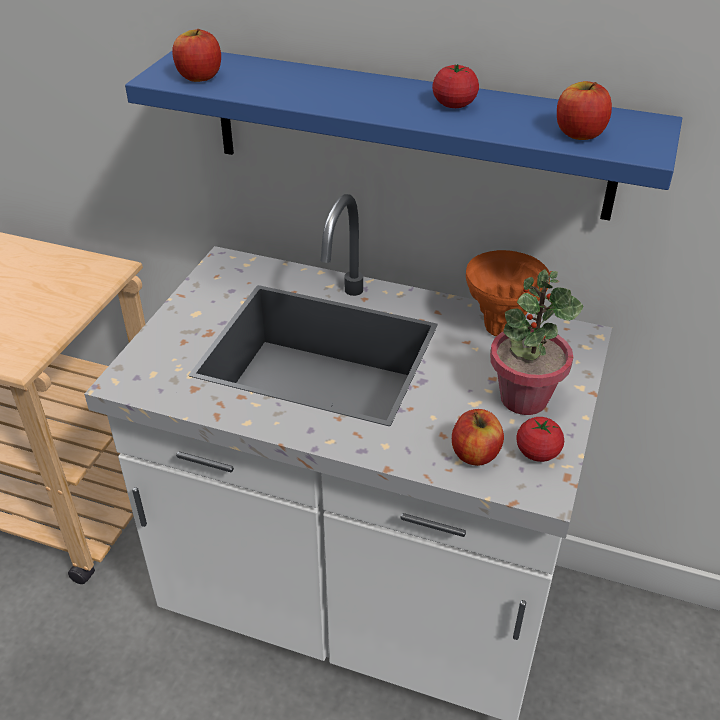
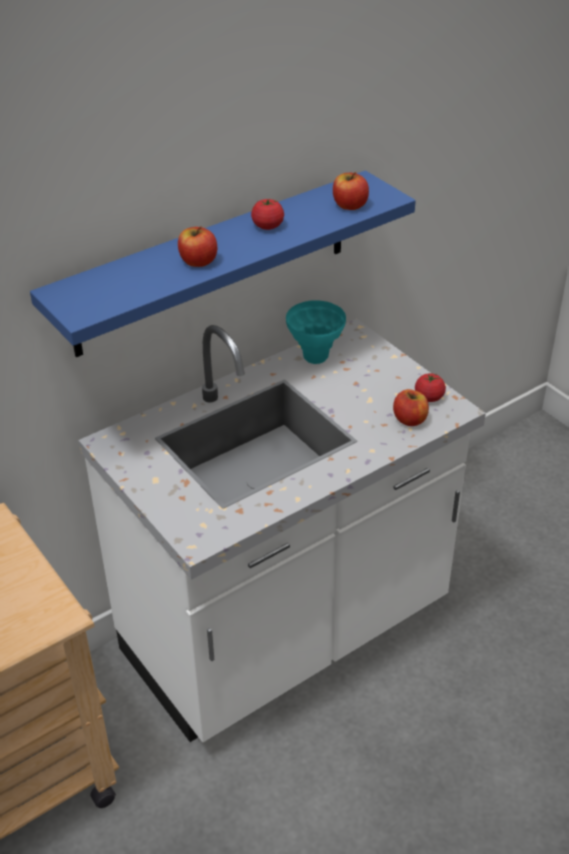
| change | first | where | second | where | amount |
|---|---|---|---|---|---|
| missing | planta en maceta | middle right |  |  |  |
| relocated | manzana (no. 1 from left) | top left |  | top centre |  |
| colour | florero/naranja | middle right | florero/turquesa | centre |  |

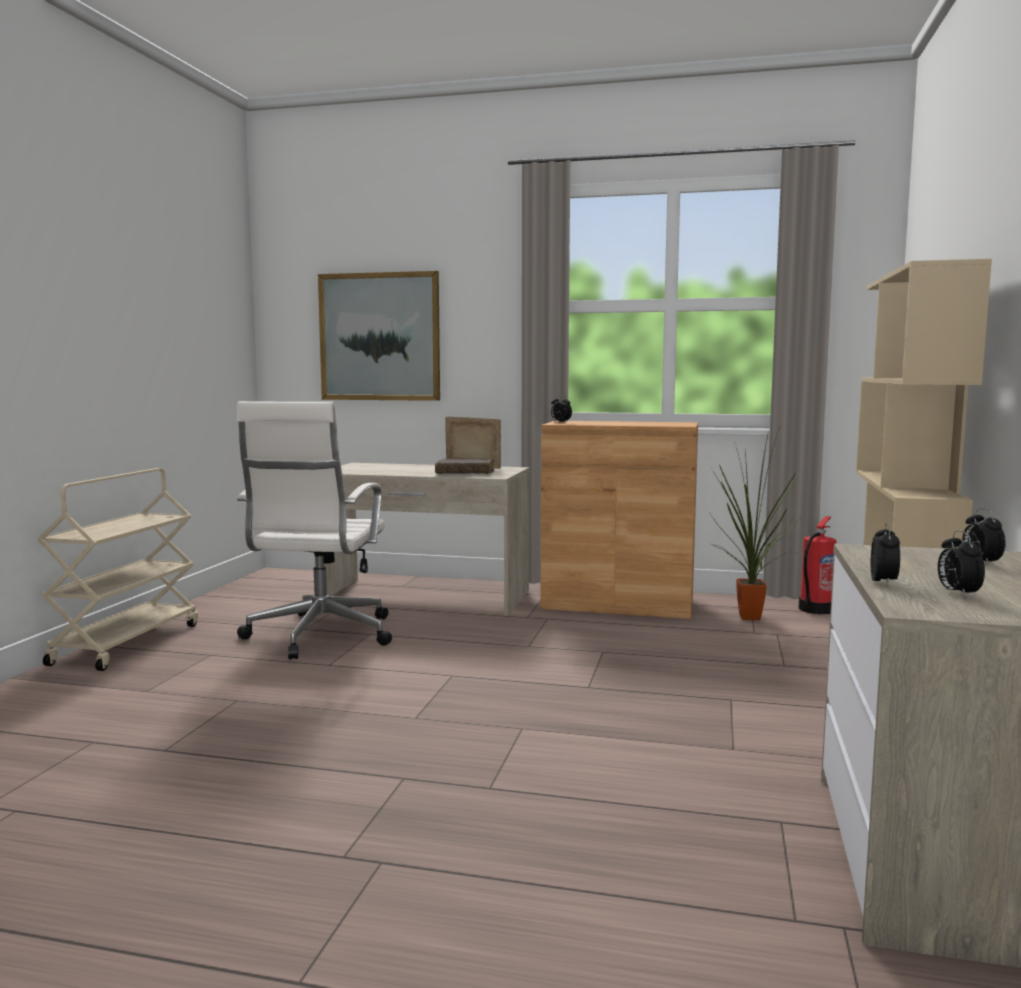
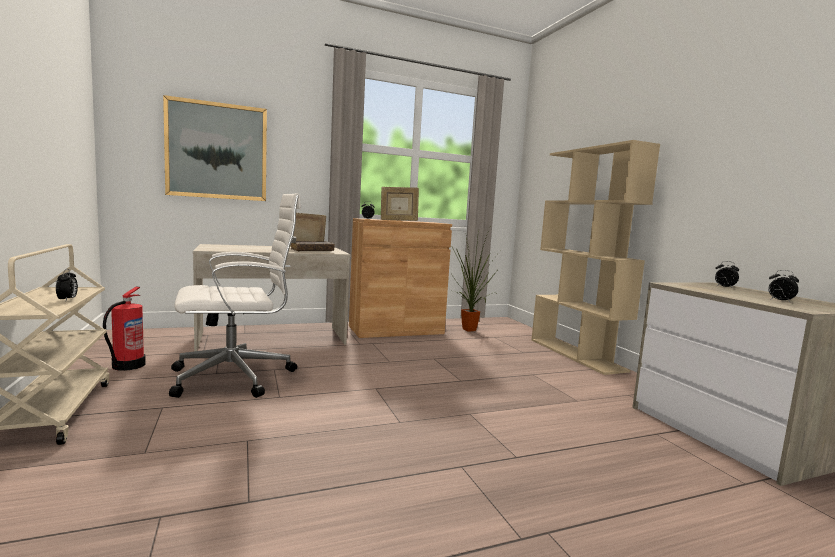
| change | first | where | second | where | amount |
|---|---|---|---|---|---|
| appeared |  |  | portarretratos (no. 2 from left) | centre |  |
| relocated | extintor | middle right |  | middle left |  |
| relocated | despertador (no. 2 from left in the first image) | middle right | despertador (no. 1 from left) | middle left |  |
| spun | silla de oficina/blanco | middle left |  | middle left | 90 degrees counterclockwise |

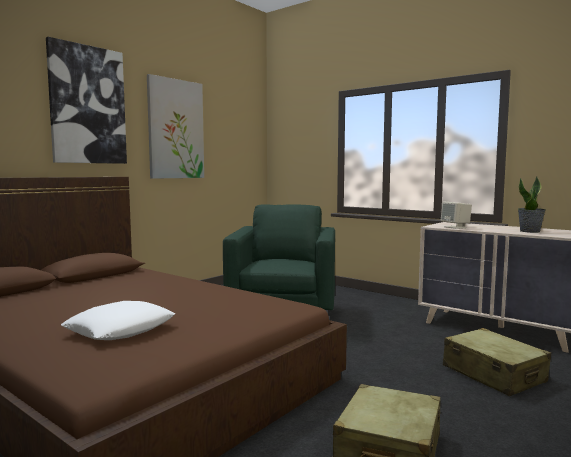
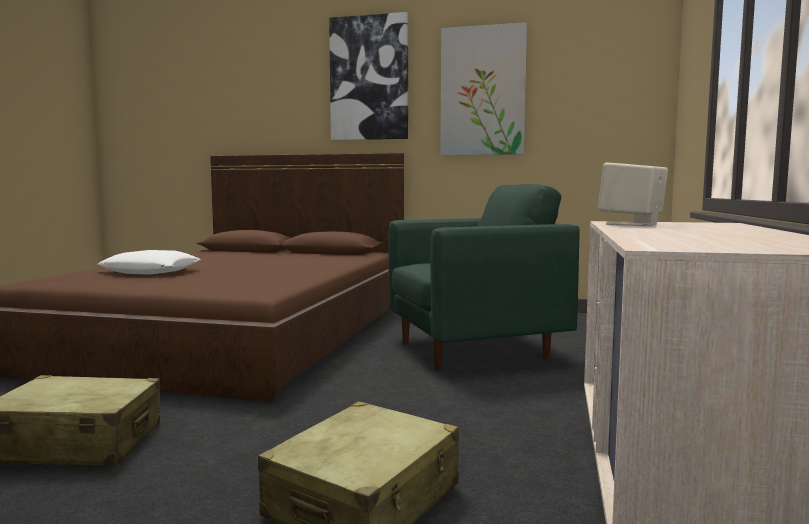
| change | first | where | second | where | amount |
|---|---|---|---|---|---|
| missing | planta en maceta | middle right |  |  |  |

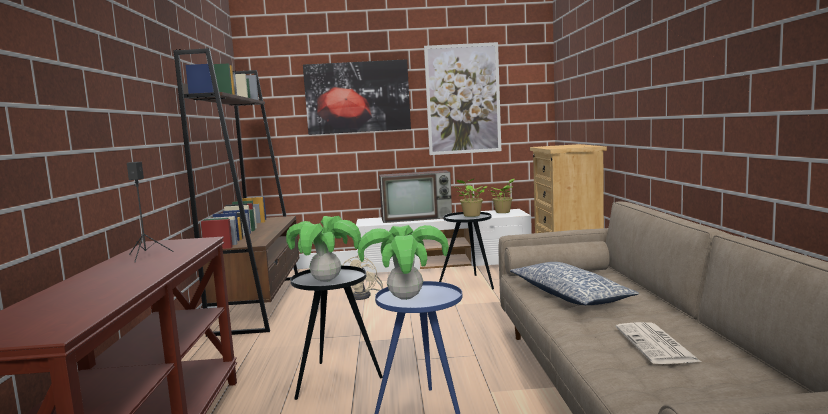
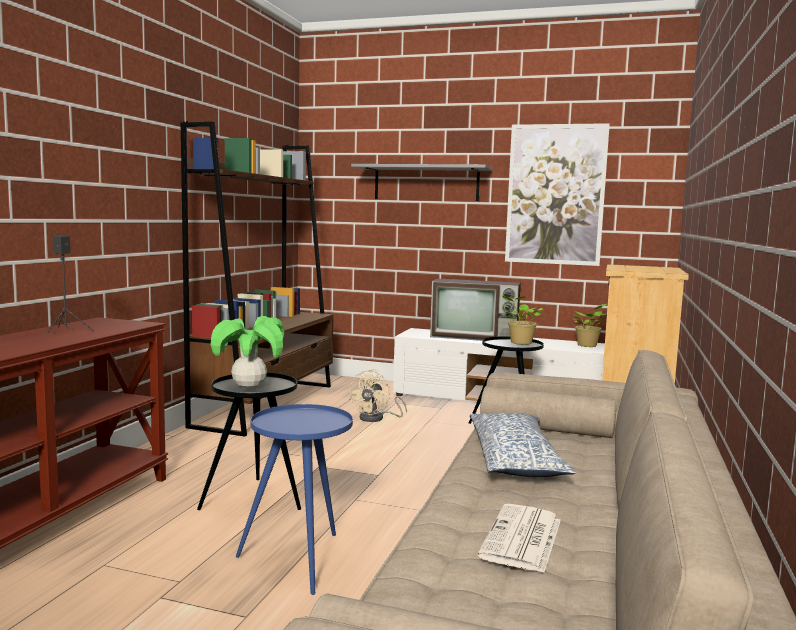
| change | first | where | second | where | amount |
|---|---|---|---|---|---|
| missing | planta en maceta (no. 2 from left) | centre |  |  |  |
| exchanged | cuadro (no. 1 from left) | top centre | estante/gris | top centre |  |

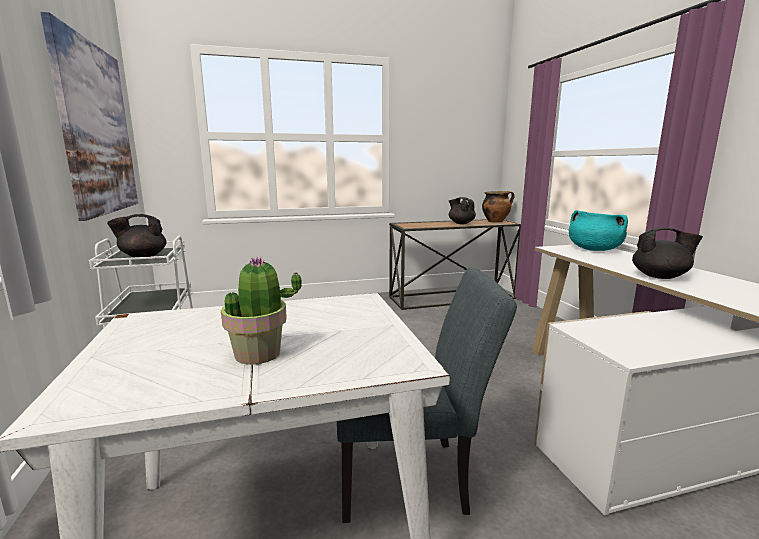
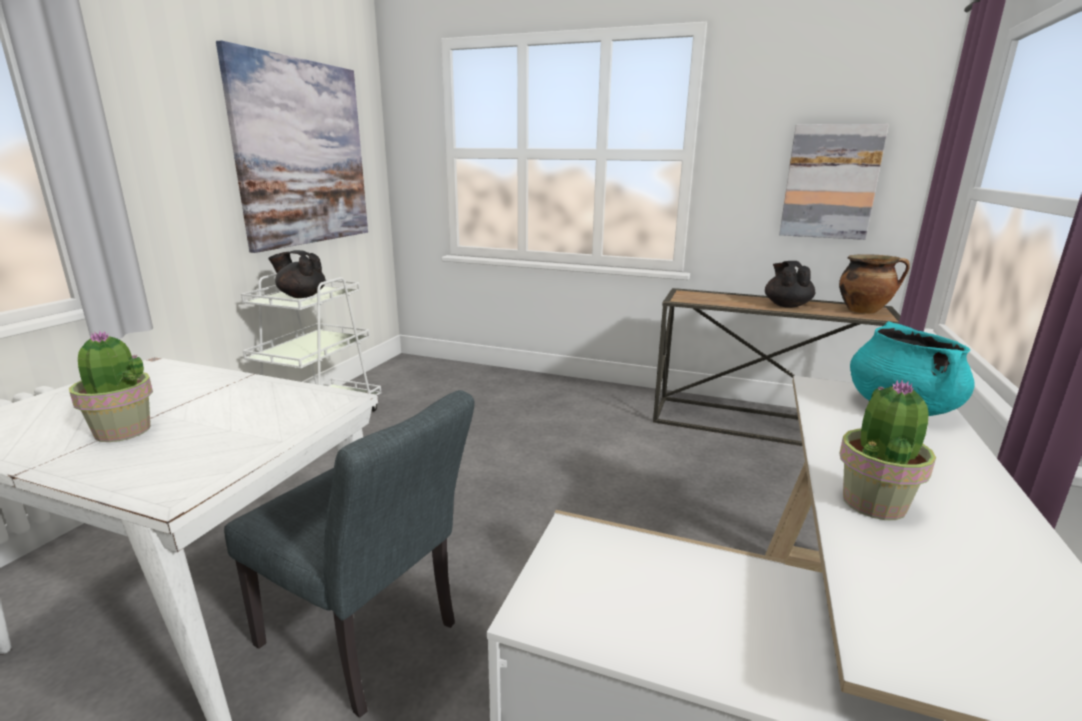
| change | first | where | second | where | amount |
|---|---|---|---|---|---|
| appeared |  |  | cuadro (no. 2 from left) | top right |  |
| exchanged | tetera/negro (no. 3 from left) | middle right | planta en maceta (no. 2 from left) | middle right |  |

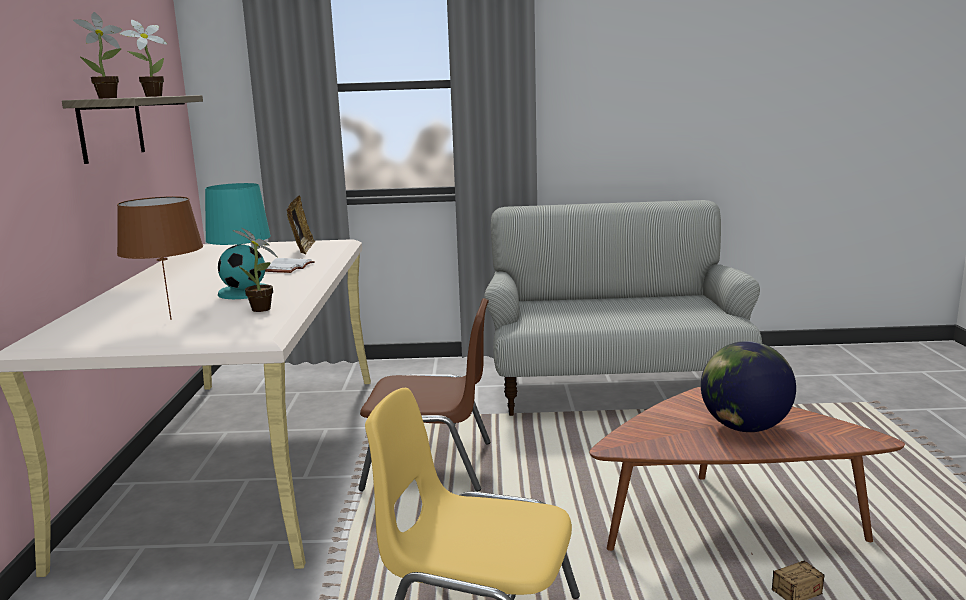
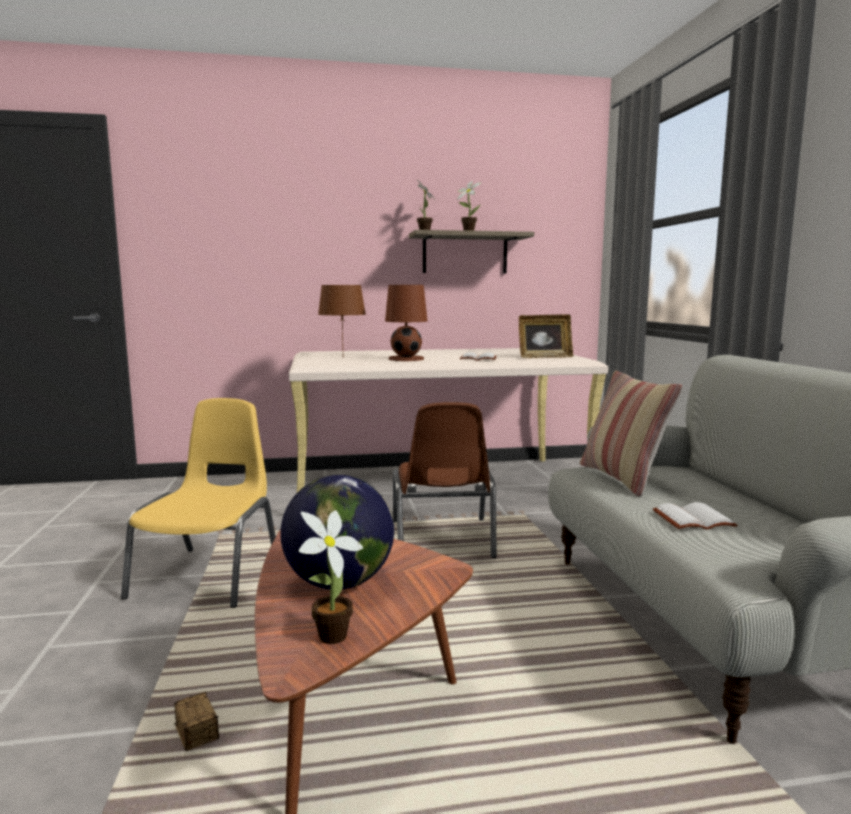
| change | first | where | second | where | amount |
|---|---|---|---|---|---|
| appeared |  |  | cojín | middle right |  |
| appeared |  |  | libro/blanco (no. 2 from left) | middle right |  |
| relocated | planta en maceta (no. 3 from left in the first image) | middle left | planta en maceta (no. 1 from left) | bottom centre |  |
| colour | lámpara de mesa/turquesa | middle left | lámpara de mesa/marrón (no. 2 from left) | centre |  |

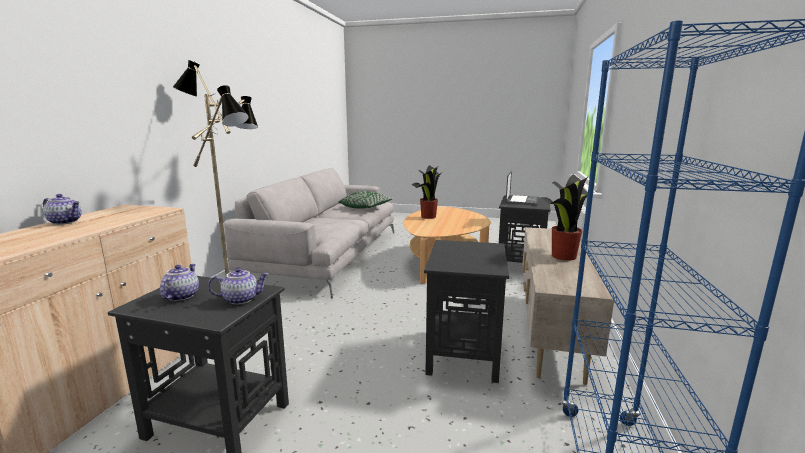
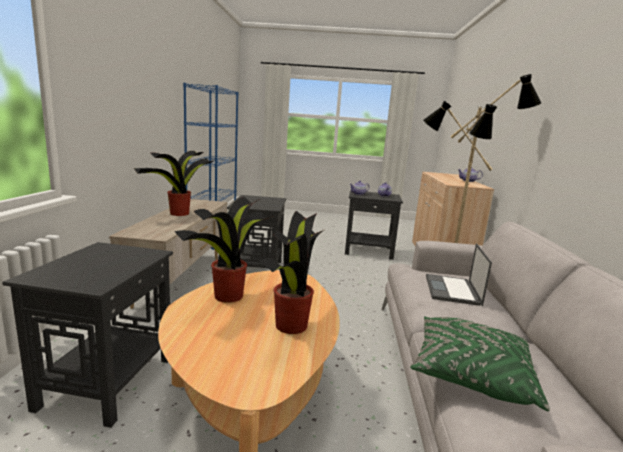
| change | first | where | second | where | amount |
|---|---|---|---|---|---|
| appeared |  |  | planta en maceta (no. 2 from left) | centre |  |
| relocated | portátil | centre |  | middle right |  |

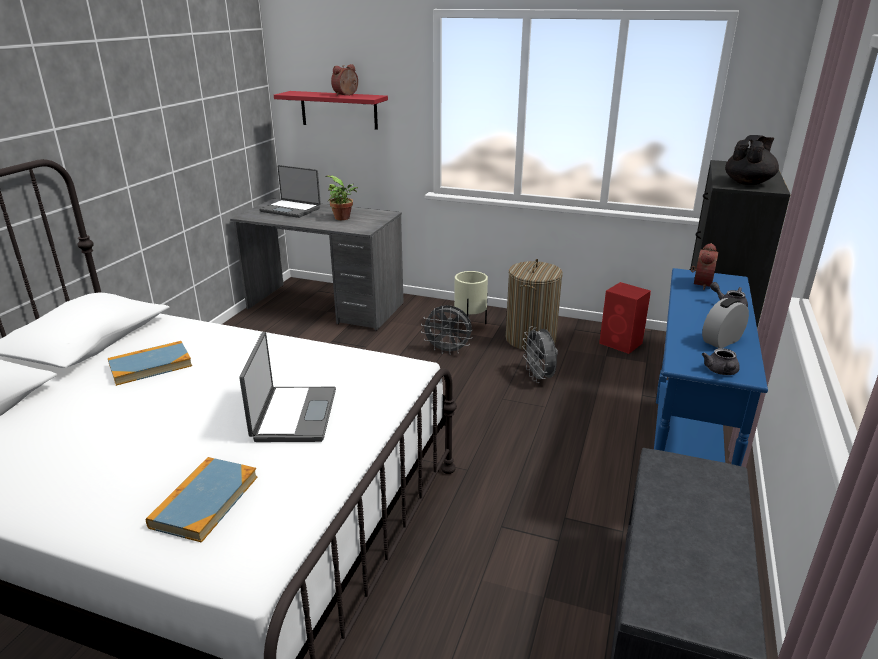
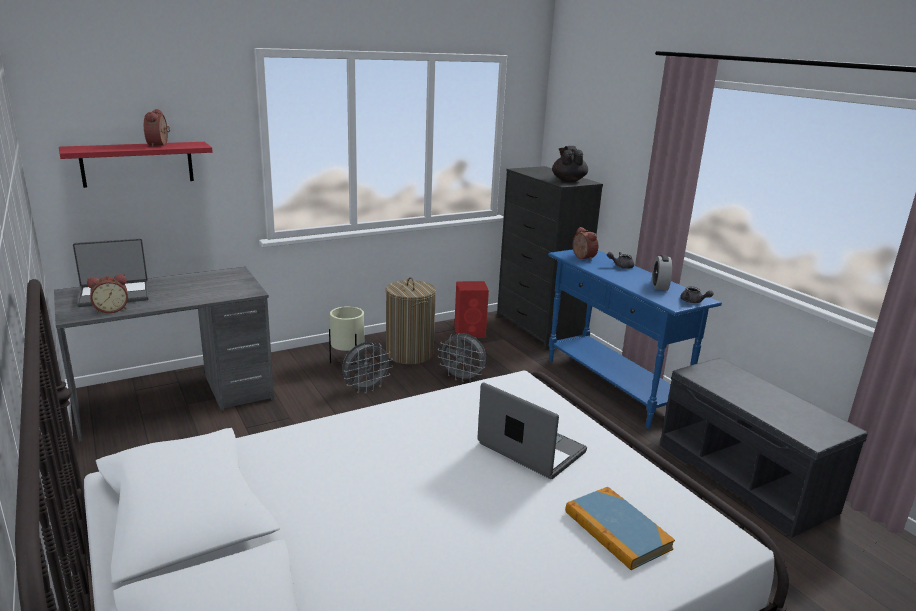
| change | first | where | second | where | amount |
|---|---|---|---|---|---|
| missing | libro (no. 1 from left) | middle left |  |  |  |
| missing | planta en maceta | top centre |  |  |  |
| appeared |  |  | despertador (no. 1 from left) | middle left |  |

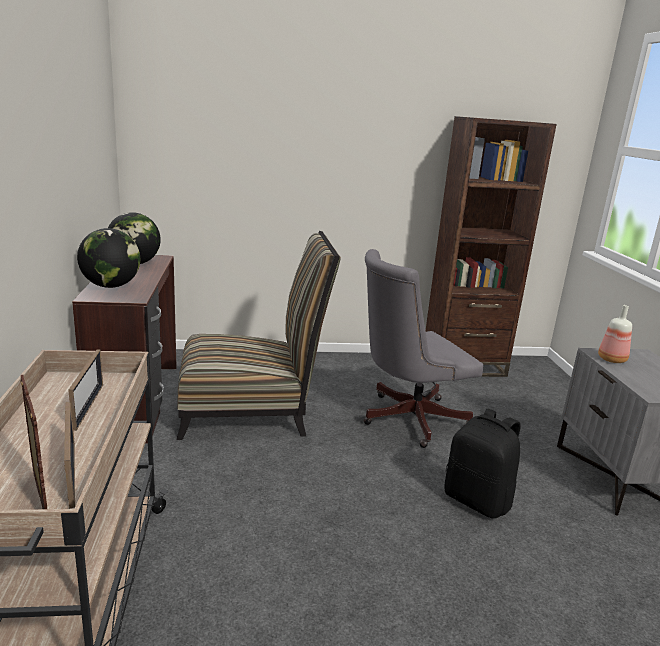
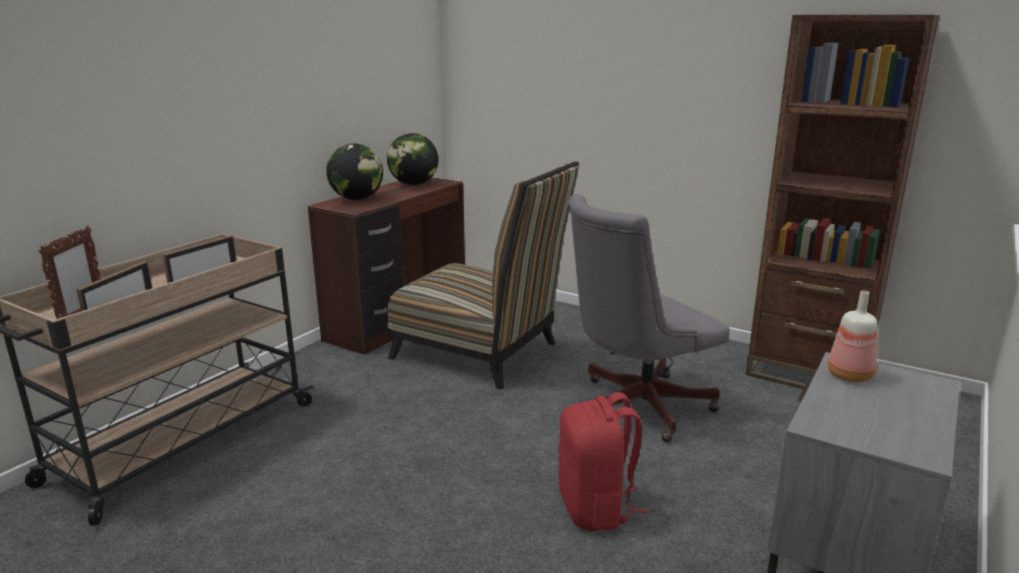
| change | first | where | second | where | amount |
|---|---|---|---|---|---|
| colour | mochila/negro | bottom right | mochila/rojo | bottom centre |  |
| spun | silla de oficina/gris | centre |  | centre | 45 degrees counterclockwise |

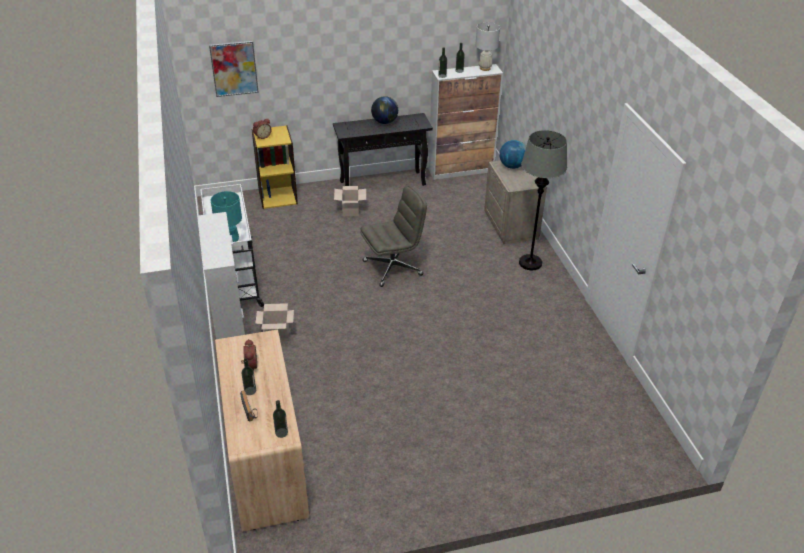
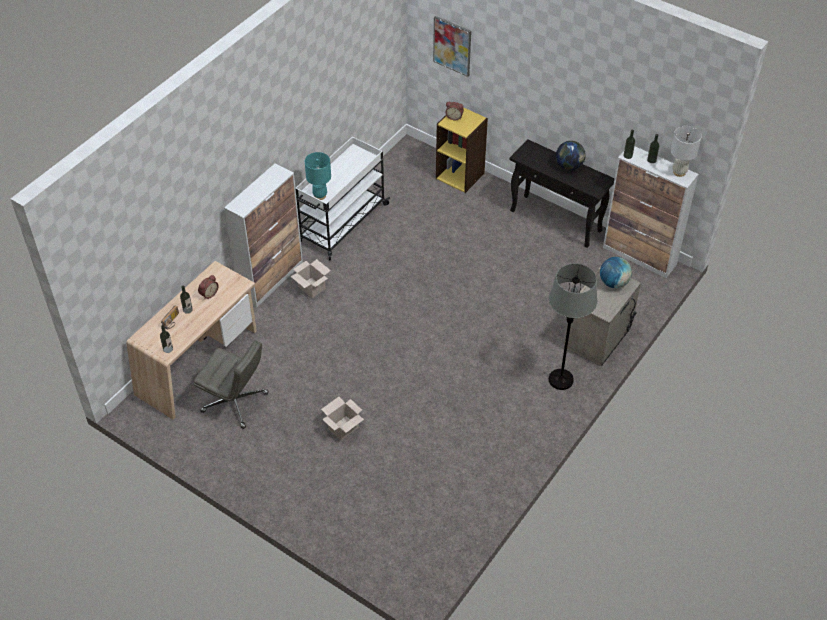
| change | first | where | second | where | amount |
|---|---|---|---|---|---|
| relocated | caja de cartón (no. 2 from left) | centre |  | bottom centre |  |
| relocated | silla de oficina/gris | centre |  | middle left |  |

